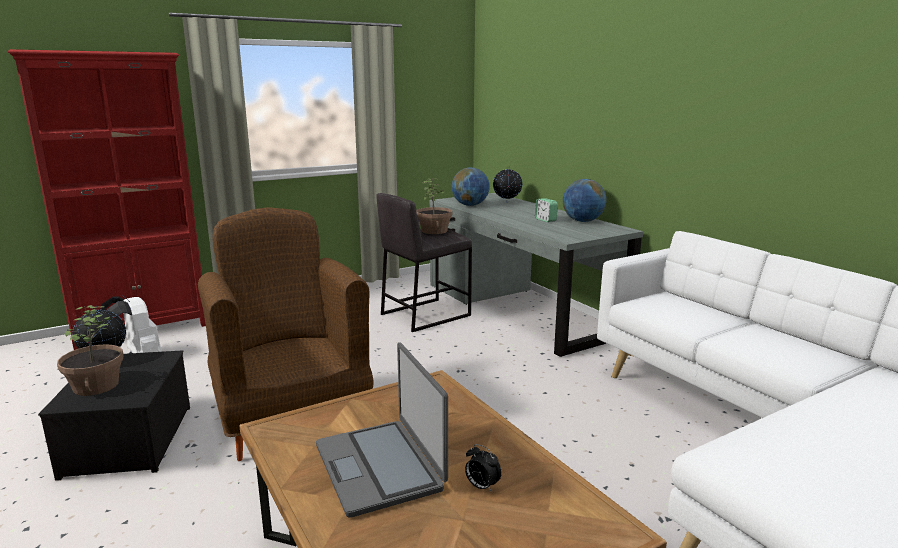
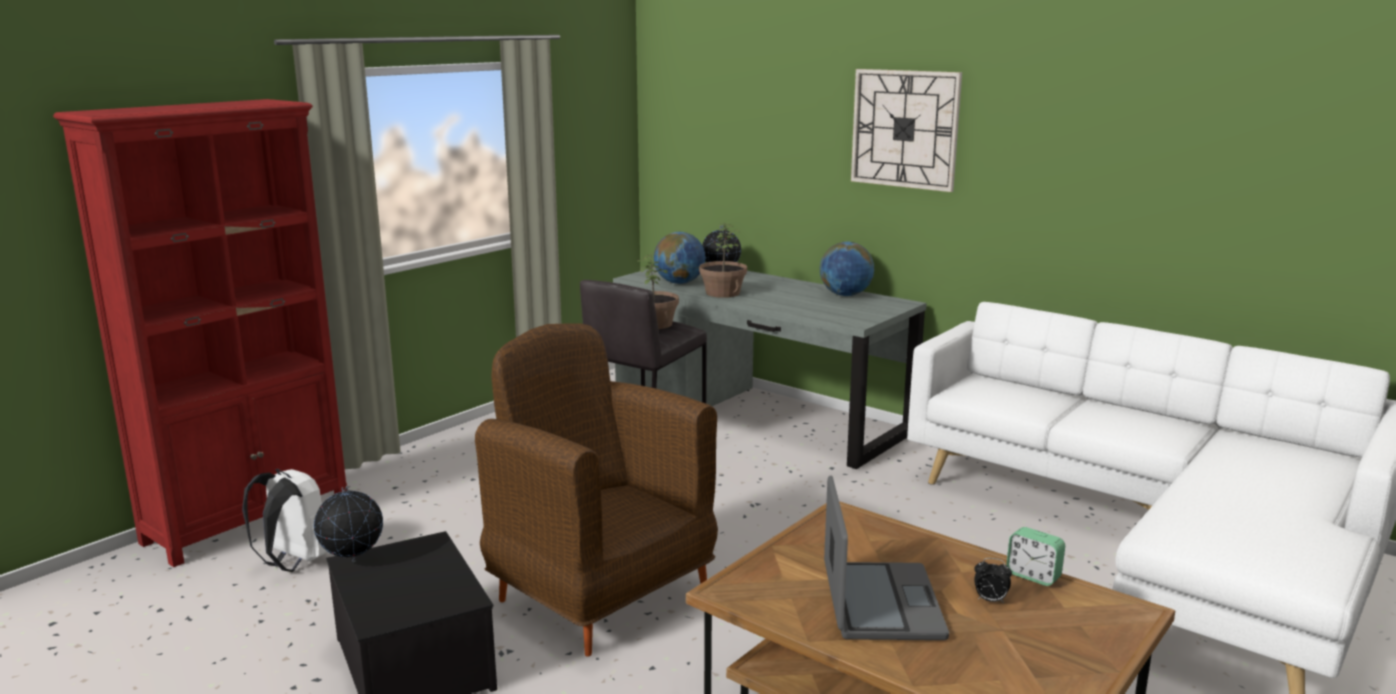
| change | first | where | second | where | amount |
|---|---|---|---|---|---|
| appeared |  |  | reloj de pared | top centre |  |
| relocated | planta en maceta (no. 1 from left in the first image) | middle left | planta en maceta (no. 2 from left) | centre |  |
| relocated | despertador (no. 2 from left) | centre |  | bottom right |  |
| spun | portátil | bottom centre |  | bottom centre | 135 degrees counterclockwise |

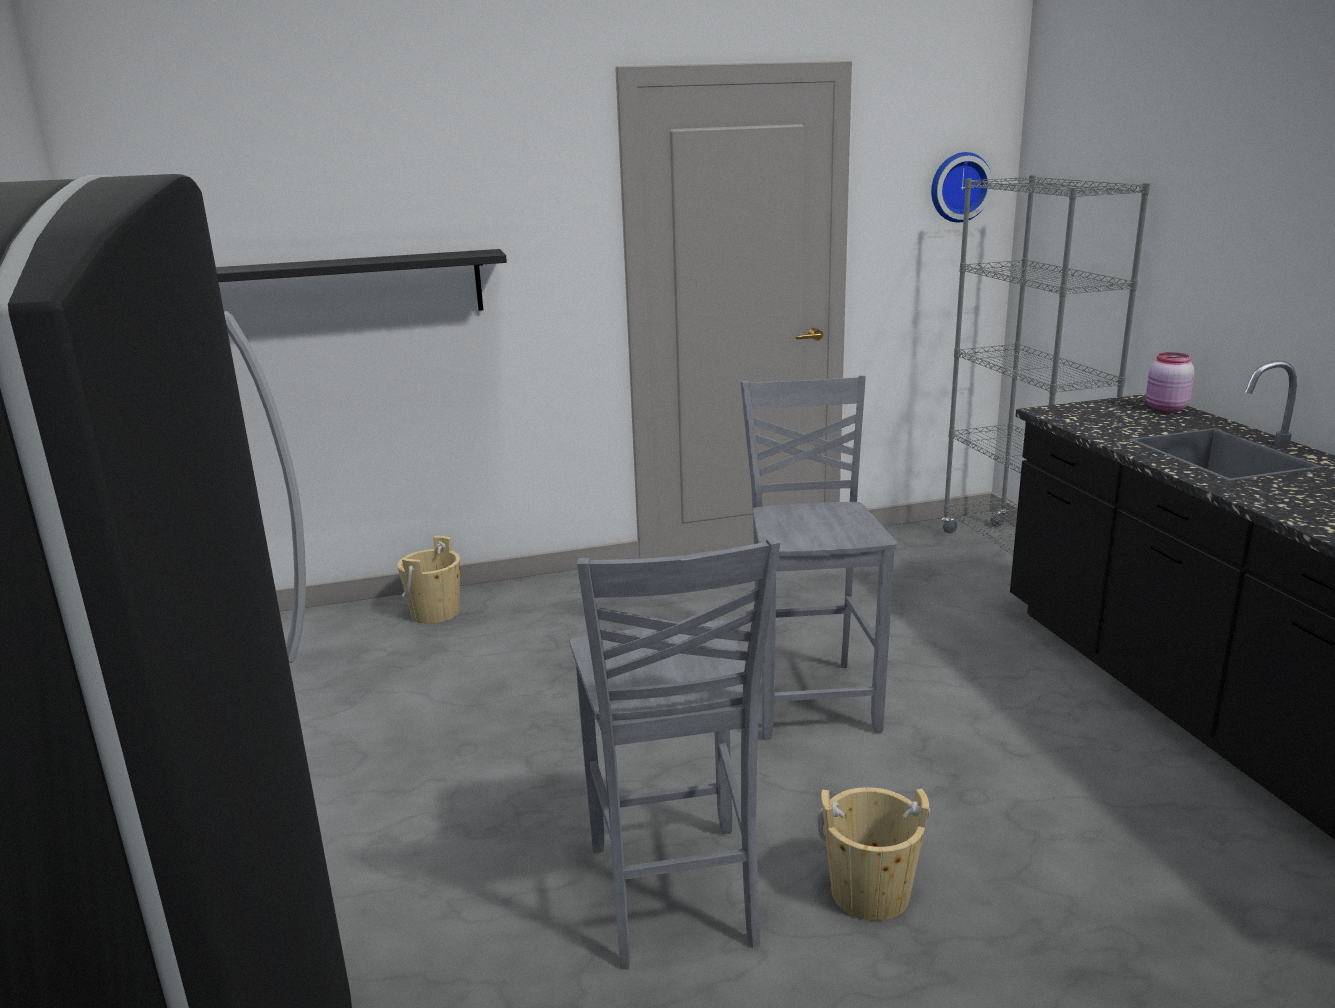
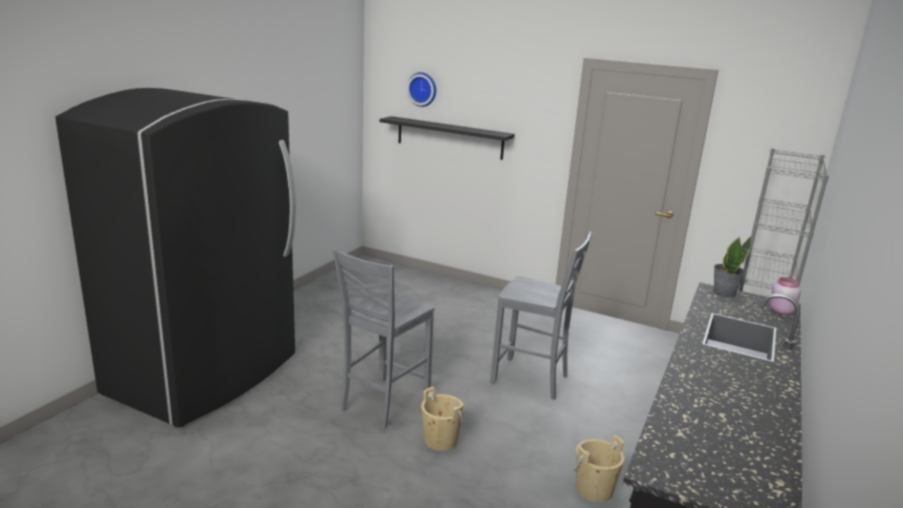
| change | first | where | second | where | amount |
|---|---|---|---|---|---|
| appeared |  |  | planta en maceta | middle right |  |
| relocated | cubo/beis (no. 1 from left in the first image) | middle left | cubo/beis (no. 2 from left) | bottom centre |  |
| relocated | reloj de pared | top right |  | top centre |  |
| spun | silla/gris (no. 2 from left) | centre |  | centre | 75 degrees clockwise |

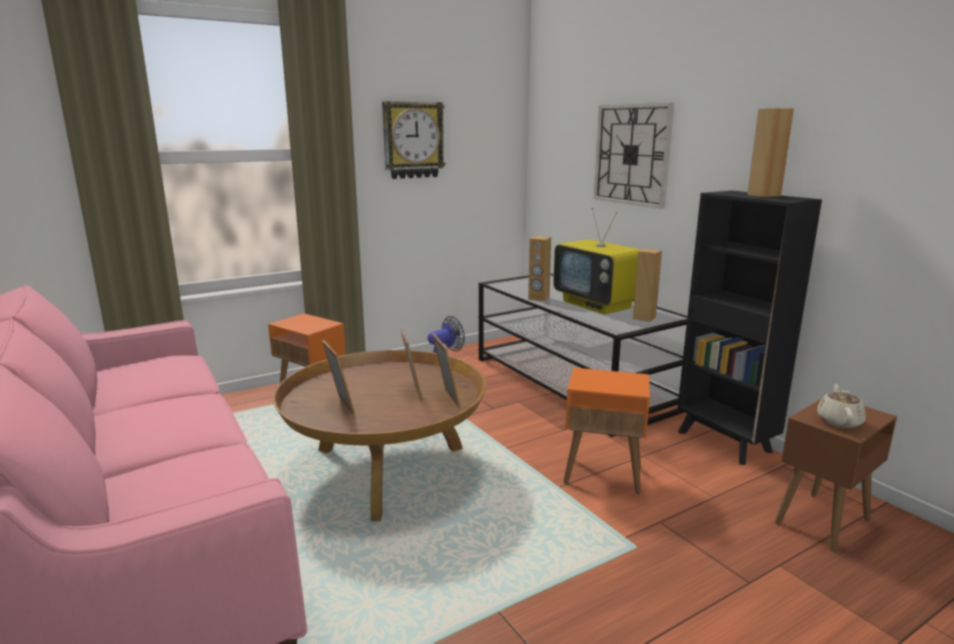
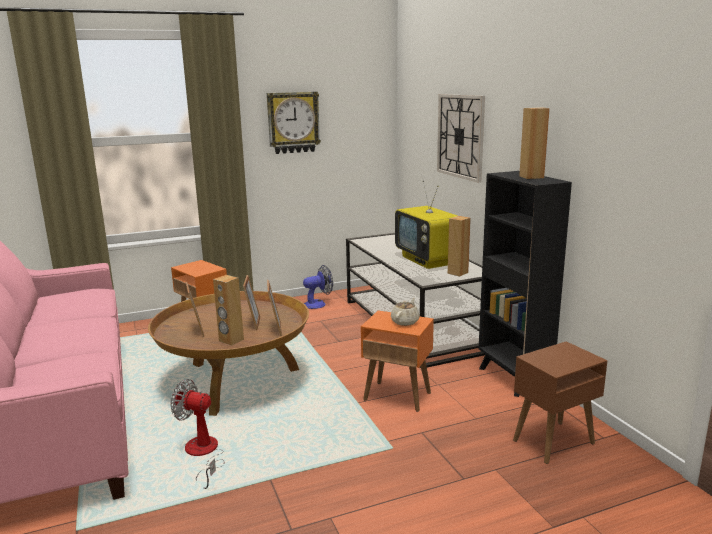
| change | first | where | second | where | amount |
|---|---|---|---|---|---|
| appeared |  |  | ventilador (no. 1 from left) | bottom left |  |
| relocated | altavoz/marrón (no. 1 from left) | centre |  | middle left |  |
| relocated | tetera/beis | middle right |  | centre |  |

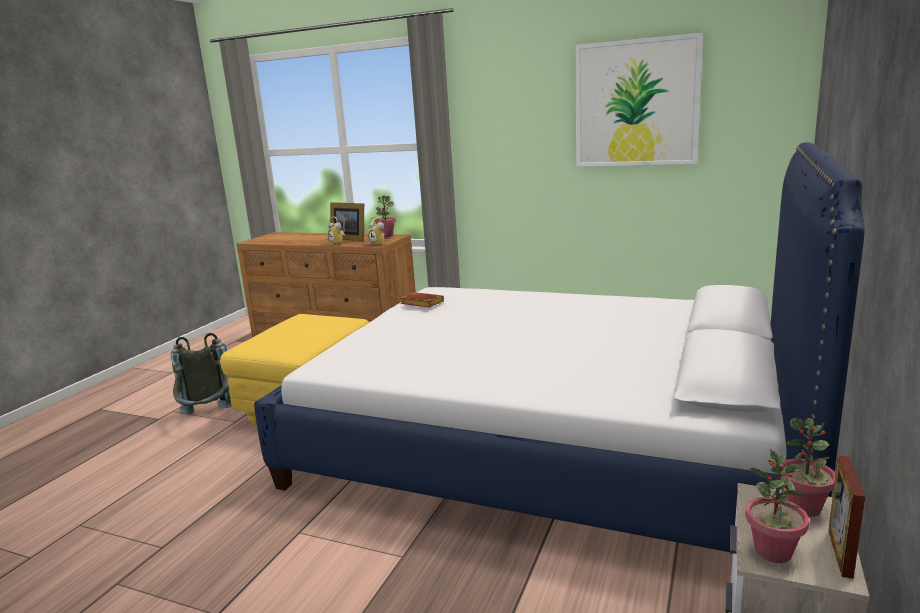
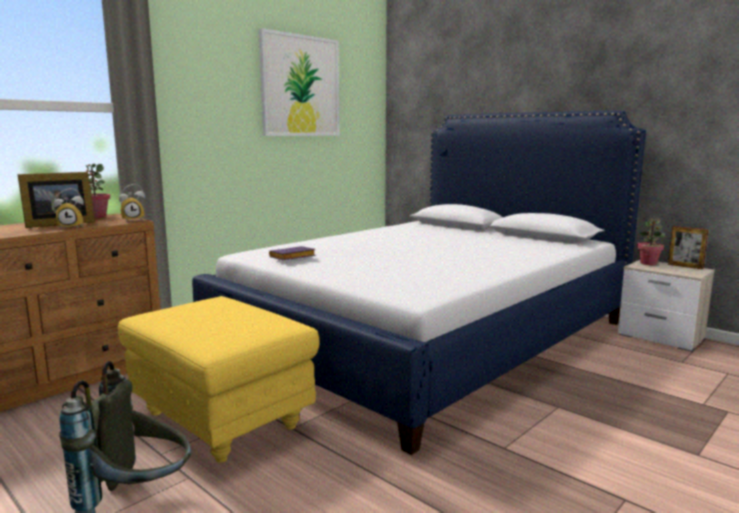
| change | first | where | second | where | amount |
|---|---|---|---|---|---|
| missing | planta en maceta (no. 2 from left) | bottom right |  |  |  |
| colour | libro/marrón | centre | libro/morado | centre |  |

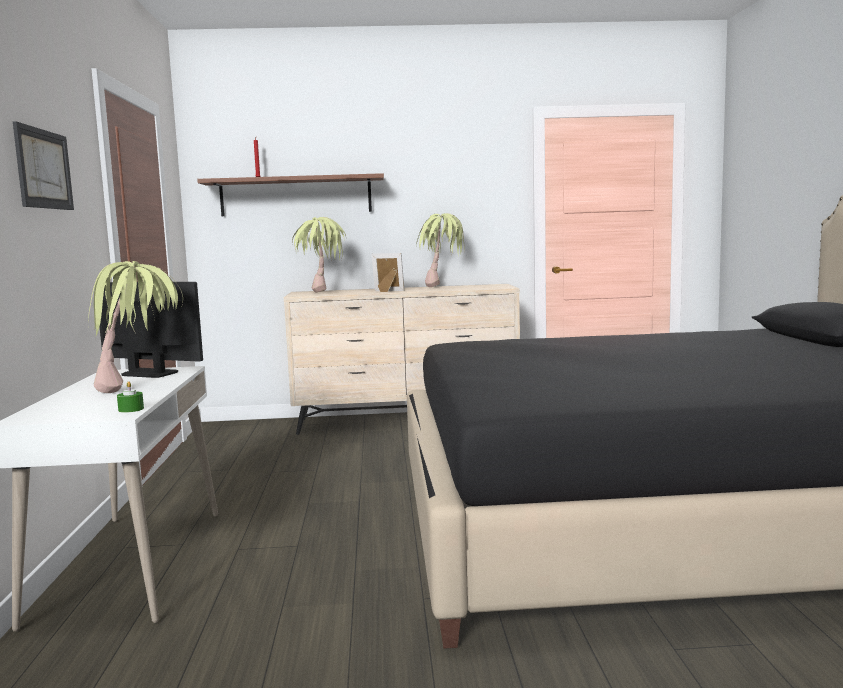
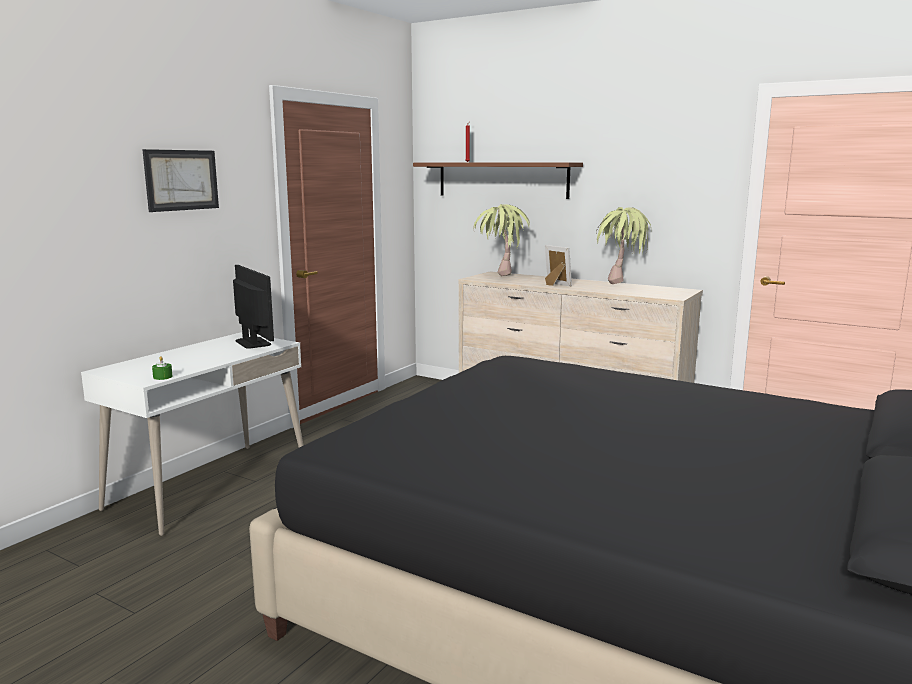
| change | first | where | second | where | amount |
|---|---|---|---|---|---|
| missing | planta en maceta (no. 1 from left) | middle left |  |  |  |

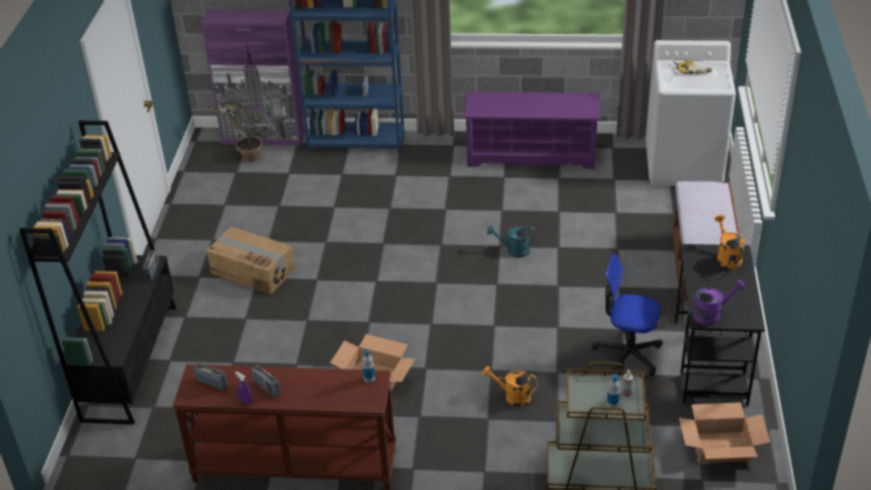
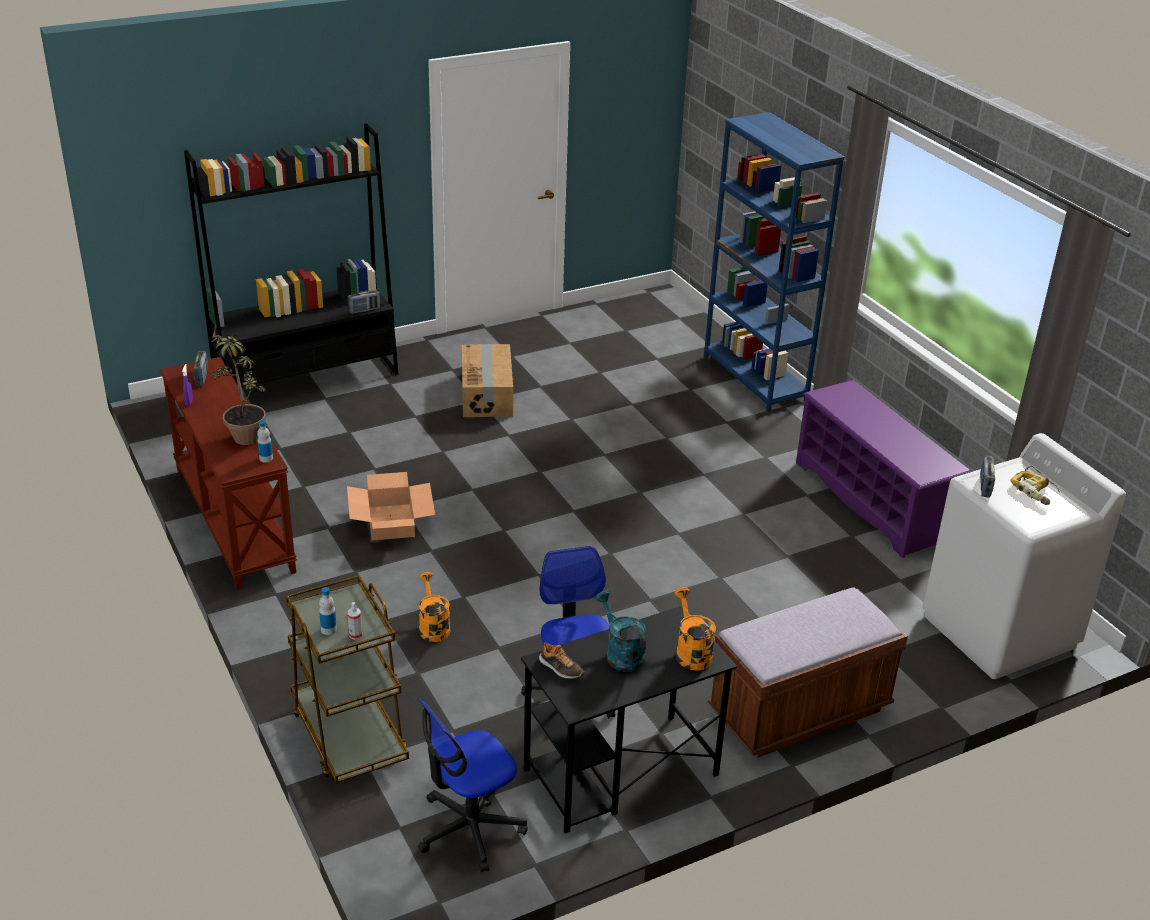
| change | first | where | second | where | amount |
|---|---|---|---|---|---|
| missing | armario/morado | top left |  |  |  |
| relocated | planta en maceta | top left |  | middle left |  |
| relocated | radio (no. 3 from left) | bottom left |  | middle right |  |
| relocated | regadera/turquesa | centre |  | bottom centre |  |
| exchanged | caja de cartón (no. 3 from left) | bottom right | silla de oficina (no. 1 from left) | bottom centre |  |
| exchanged | regadera/morado | middle right | zapato | bottom centre |  |
| spun | regadera/naranja (no. 2 from left) | middle right |  | bottom centre | 60 degrees counterclockwise |

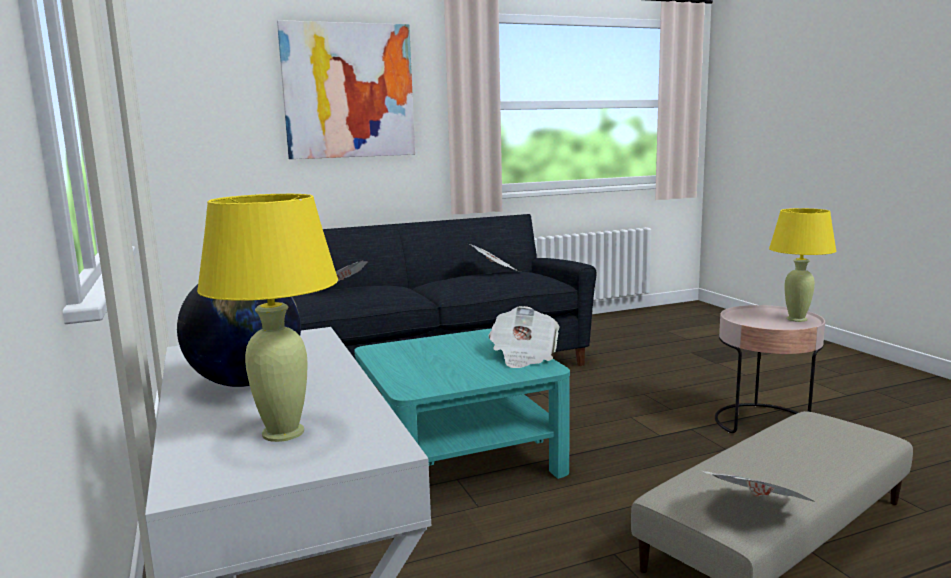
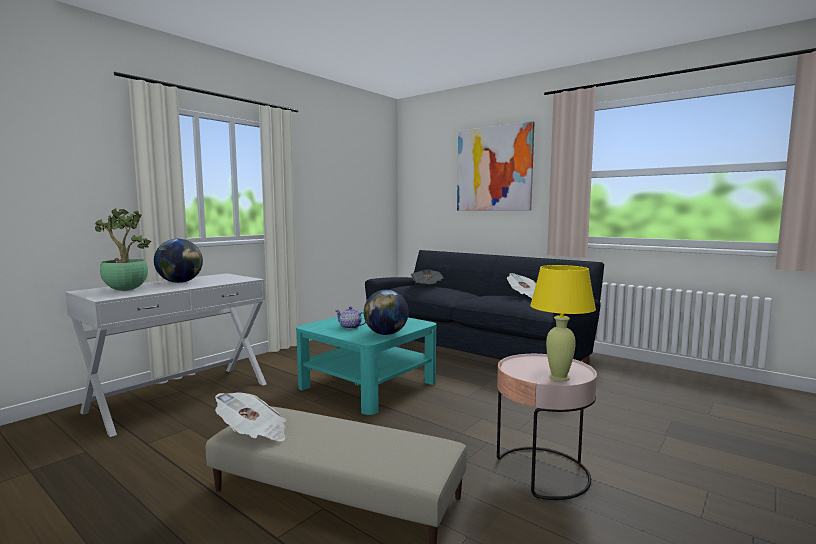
| change | first | where | second | where | amount |
|---|---|---|---|---|---|
| appeared |  |  | tetera | centre |  |
| exchanged | lámpara de mesa/amarillo (no. 1 from left) | middle left | planta en maceta | middle left |  |
| exchanged | periódico (no. 3 from left) | centre | globo terráqueo (no. 2 from left) | centre |  |

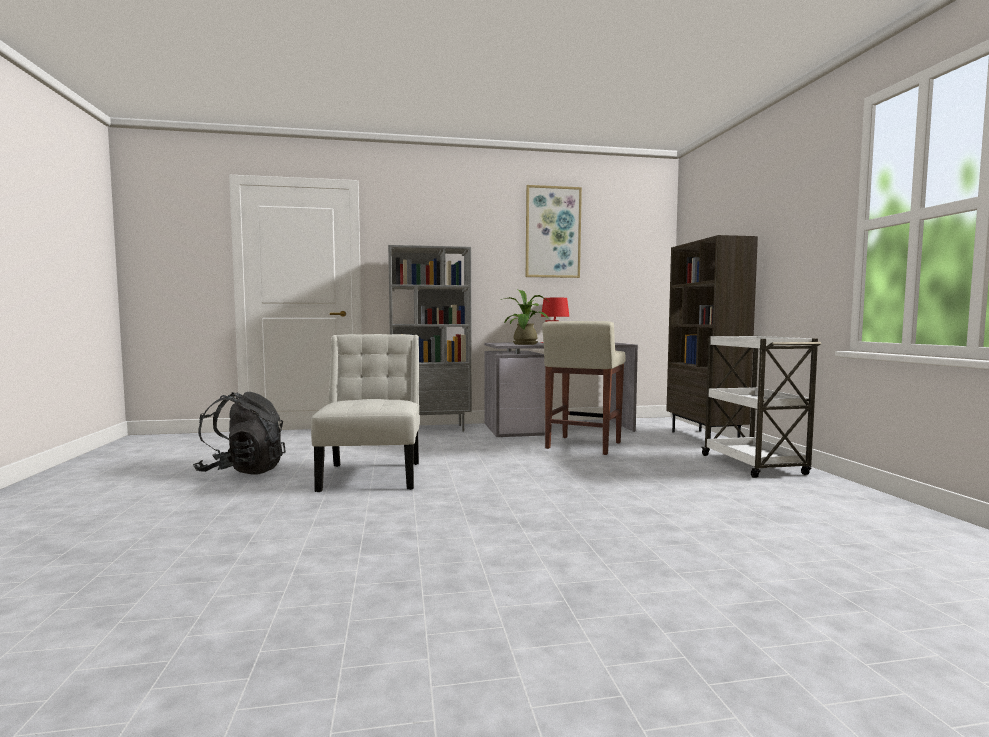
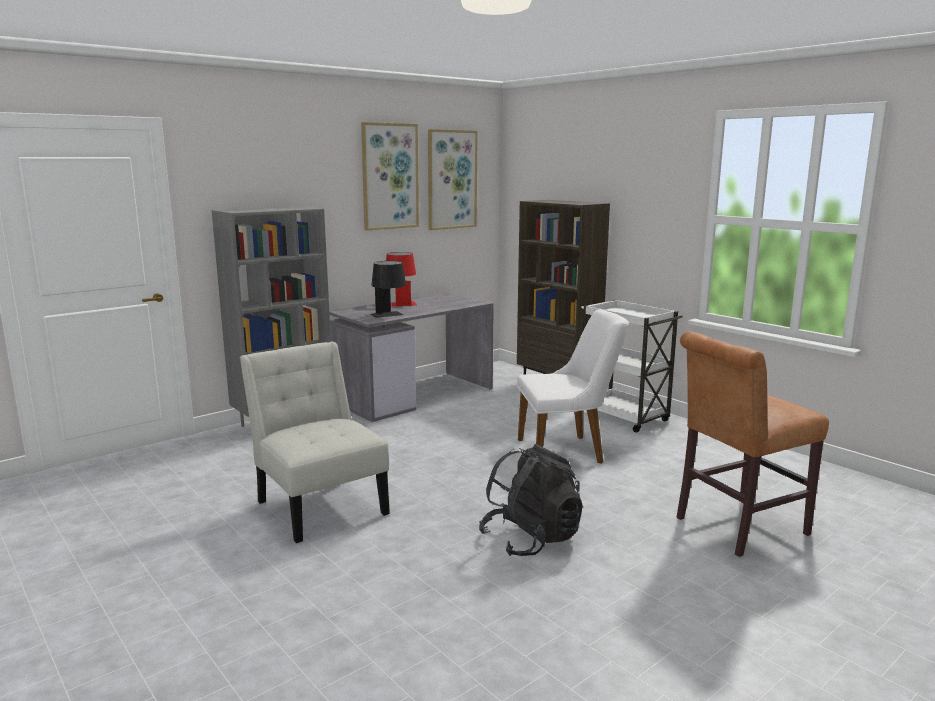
| change | first | where | second | where | amount |
|---|---|---|---|---|---|
| missing | taburete/beis | centre |  |  |  |
| appeared |  |  | cuadro (no. 2 from left) | top centre |  |
| appeared |  |  | silla/blanco (no. 2 from left) | centre |  |
| appeared |  |  | silla/marrón | middle right |  |
| relocated | mochila/negro | middle left |  | bottom centre |  |
| exchanged | planta en maceta | centre | lámpara de mesa/negro | centre |  |

